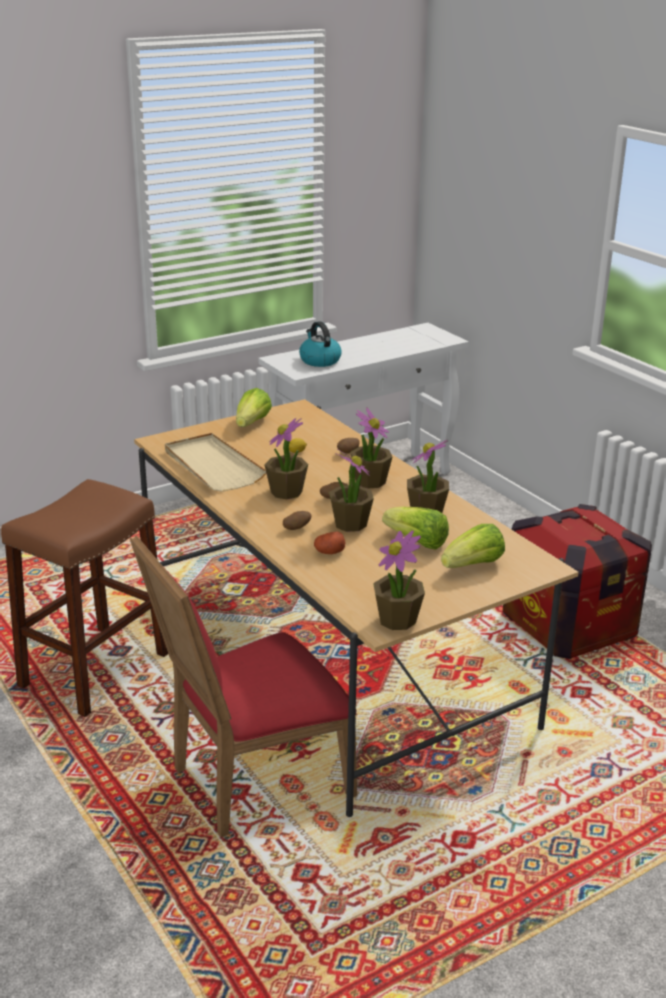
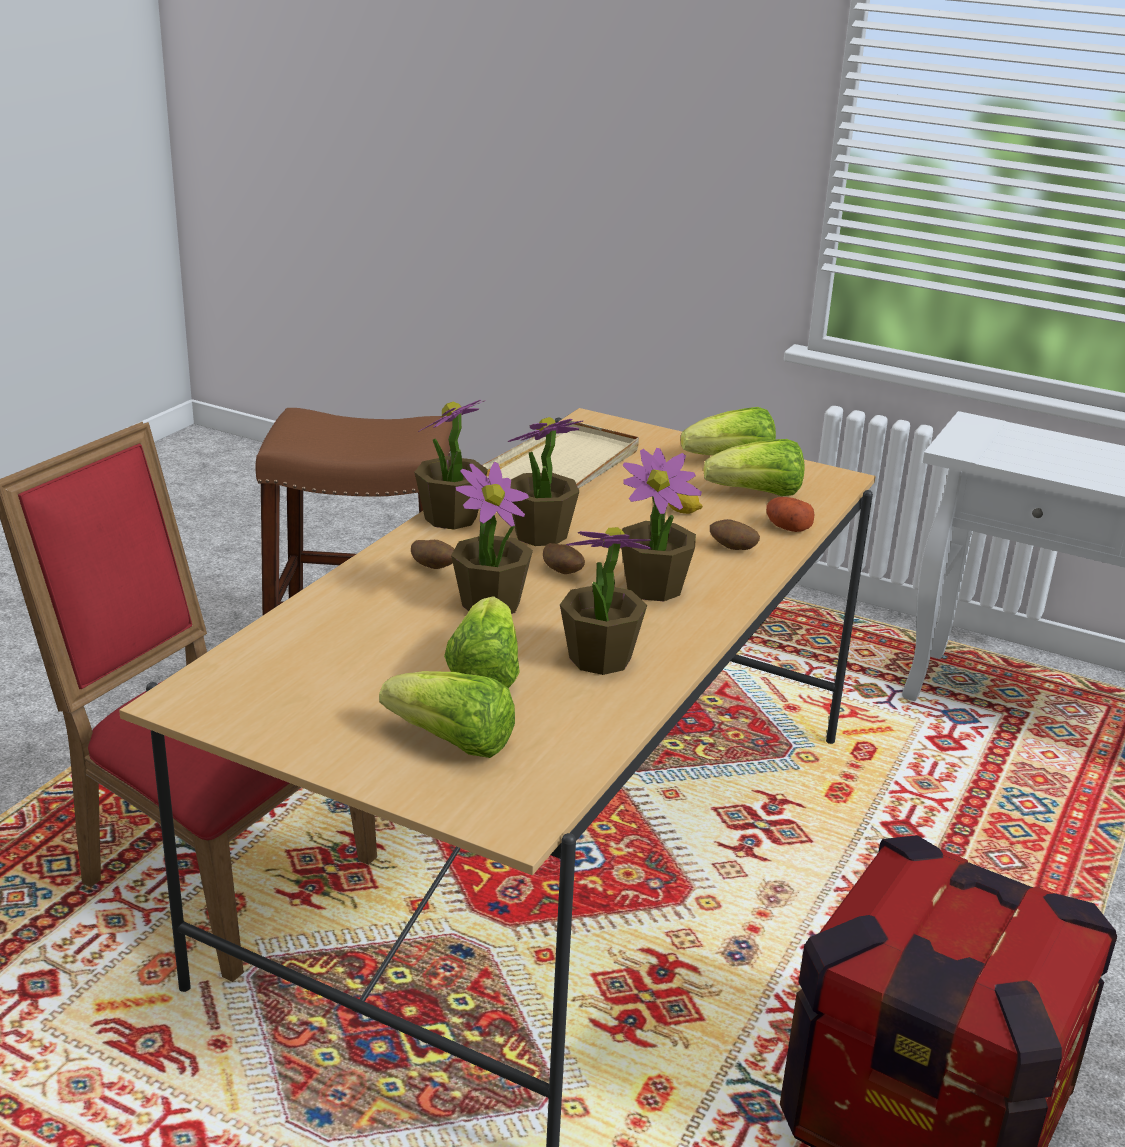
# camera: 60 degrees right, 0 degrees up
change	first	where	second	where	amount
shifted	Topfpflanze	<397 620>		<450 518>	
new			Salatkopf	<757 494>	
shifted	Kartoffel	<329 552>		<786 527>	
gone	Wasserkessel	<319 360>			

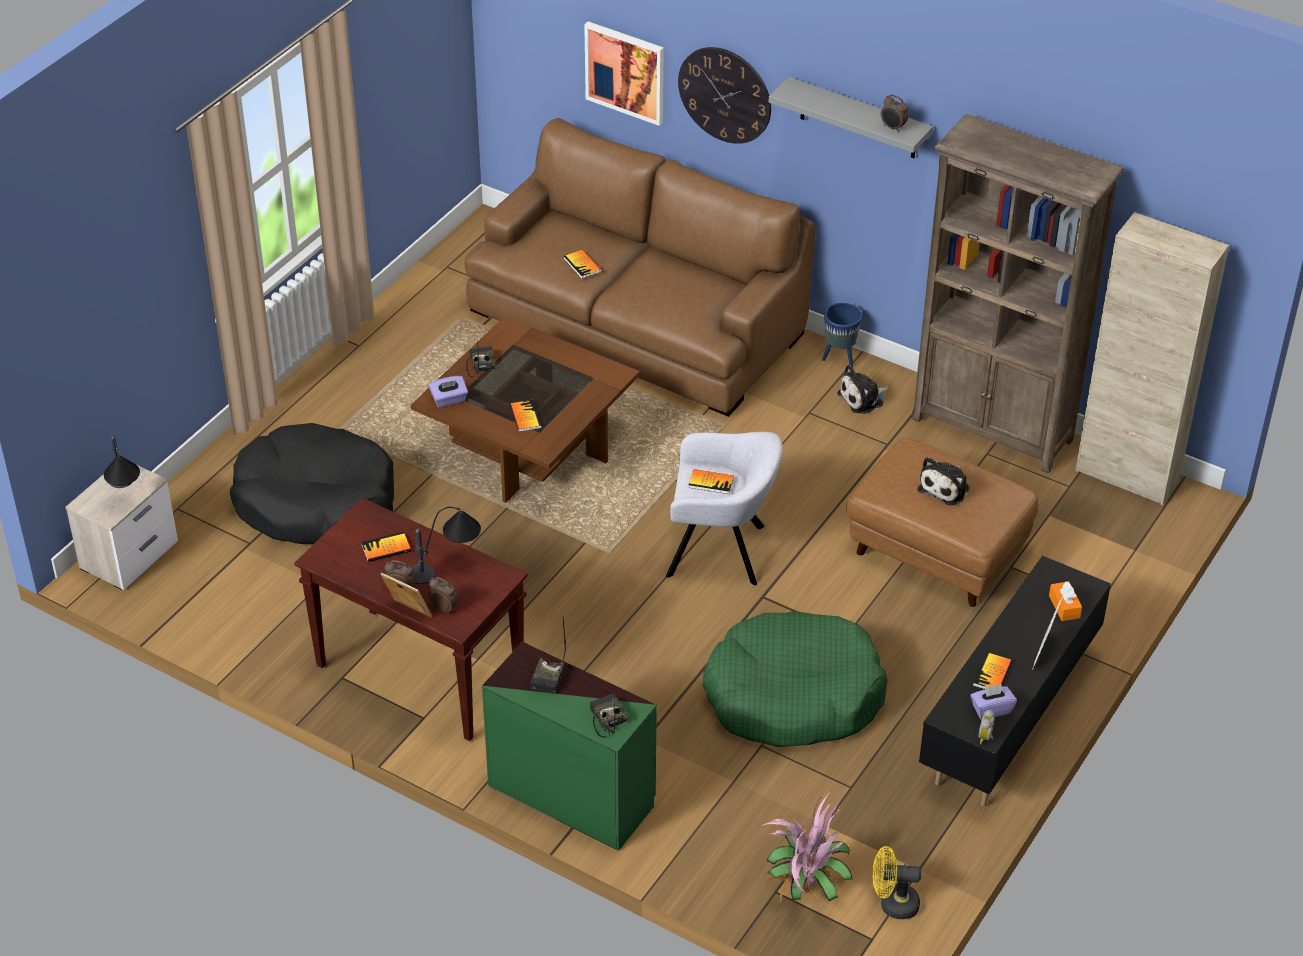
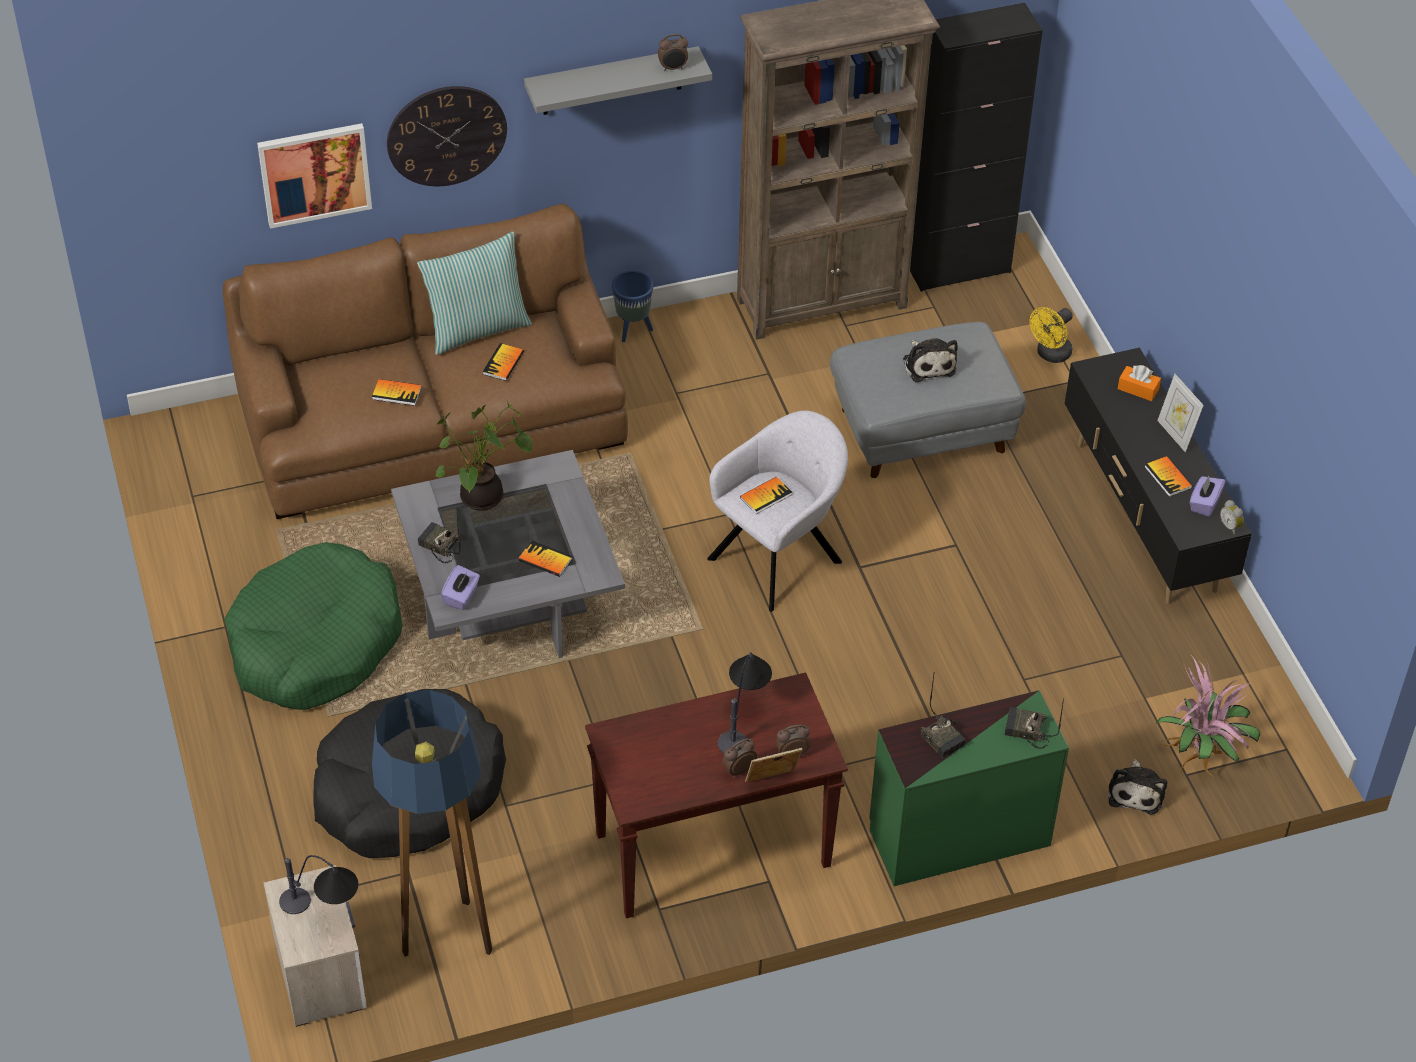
# camera: 50 degrees left, 5 degrees up
change	first	where	second	where	amount
shifted	Hundebett/grün	<793 696>		<315 643>	
new			Stehlampe	<444 939>	
repainted	Couchtisch/braun	<528 448>	Couchtisch/grau	<510 597>	
new			Kissen	<477 329>	
new			Topfpflanze	<482 500>	
shifted	Buch	<386 548>		<503 363>	
repainted	Polsterhocker/braun	<938 551>	Polsterhocker/grau	<922 429>	
repainted	Schrank/beige	<1127 476>	Schrank/schwarz	<958 268>	
shifted	Ventilator/gelb	<893 904>		<1050 355>	
shifted	Plüschtier	<863 399>		<1136 791>	

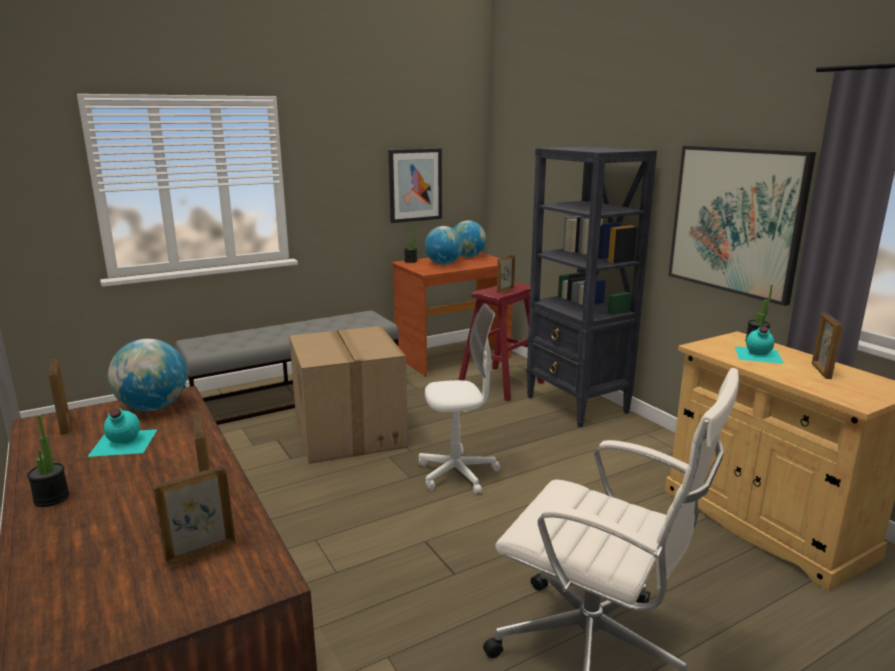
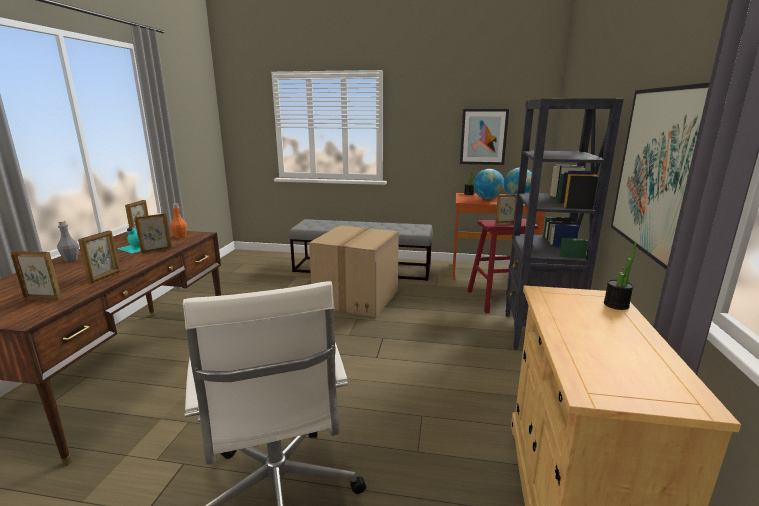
# camera: 40 degrees right, 0 degrees up
change	first	where	second	where	amount
swapped	Topfpflanze	<51 498>	Flasche/grau	<71 259>	
shifted	Bilderrahmen	<821 371>		<156 251>	
swapped	Globus	<153 407>	Flasche/orange	<180 237>	
gone	Bürostuhl/weiß	<457 474>			
gone	Flasche/türkis	<757 354>			

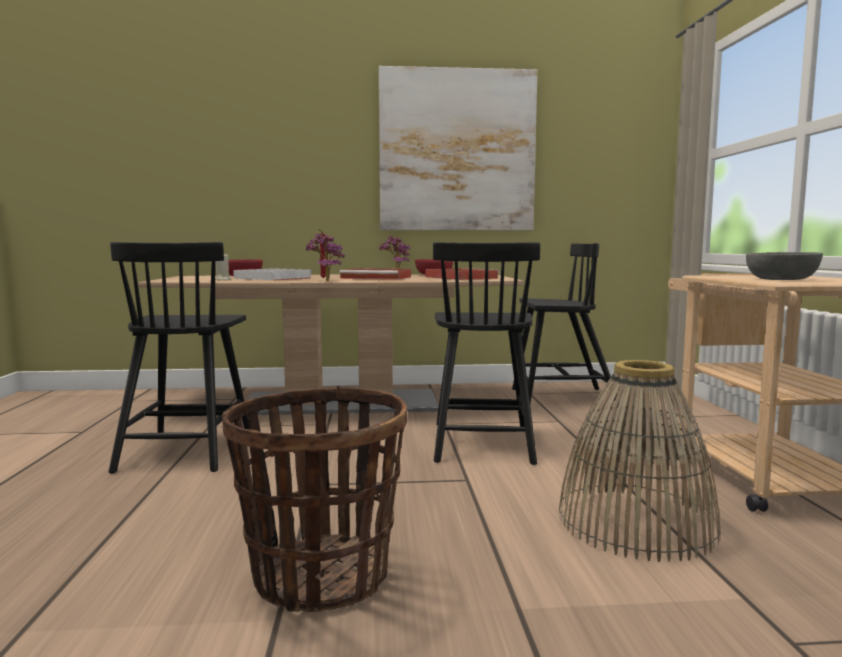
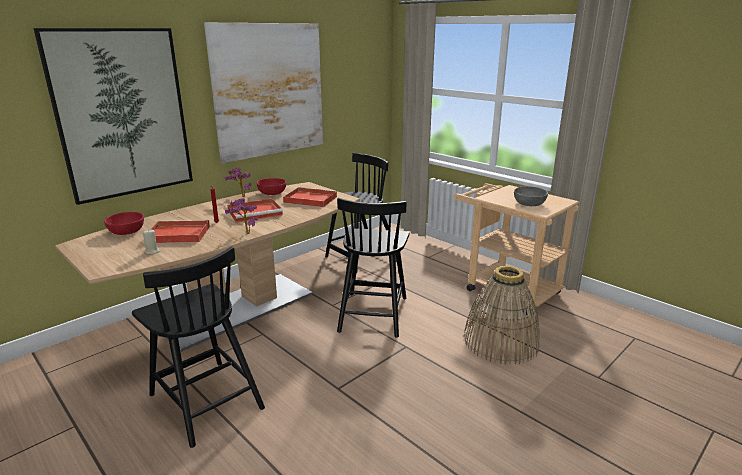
# camera: 40 degrees left, 15 degrees up
change	first	where	second	where	amount
new			Bild	<122 114>	
repainted	Tablett/weiß	<271 278>	Tablett/rot	<177 234>	
rotated	Stuhl/schwarz	<482 442>		<373 313>	45 degrees clockwise
gone	Korb	<320 576>			

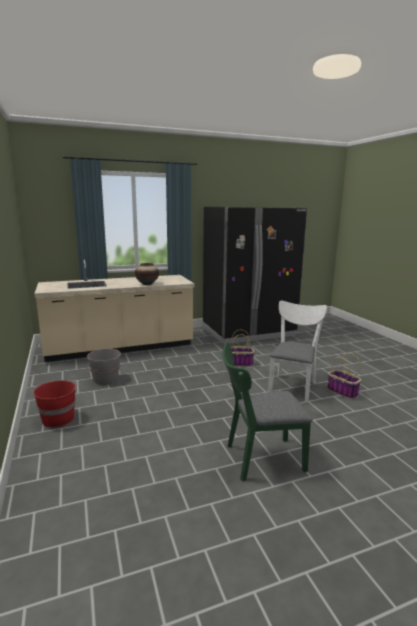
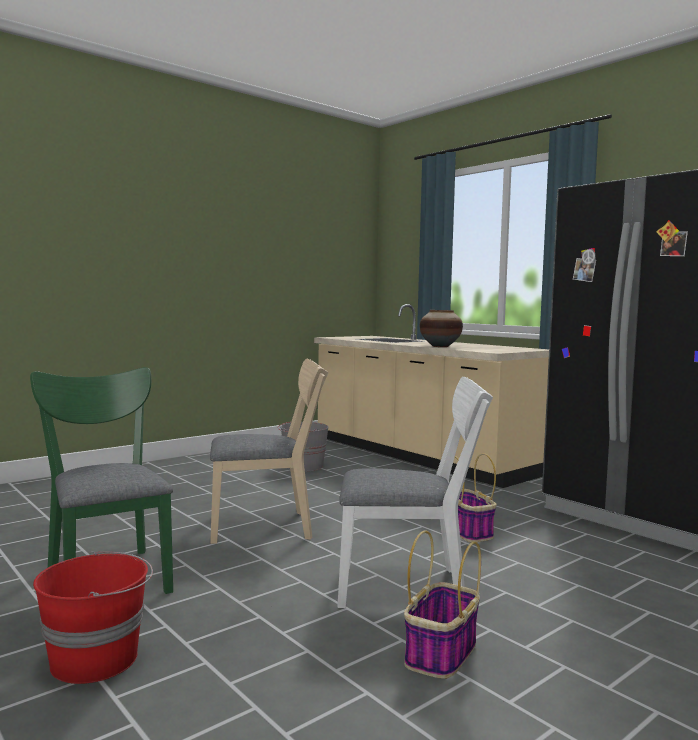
# camera: 70 degrees right, 10 degrees down
change	first	where	second	where	amount
shifted	Eimer/rot	<58 418>		<96 659>	
new			Stuhl/beige	<269 526>	

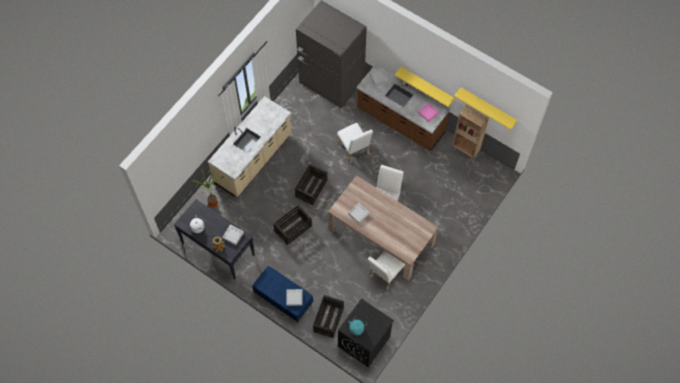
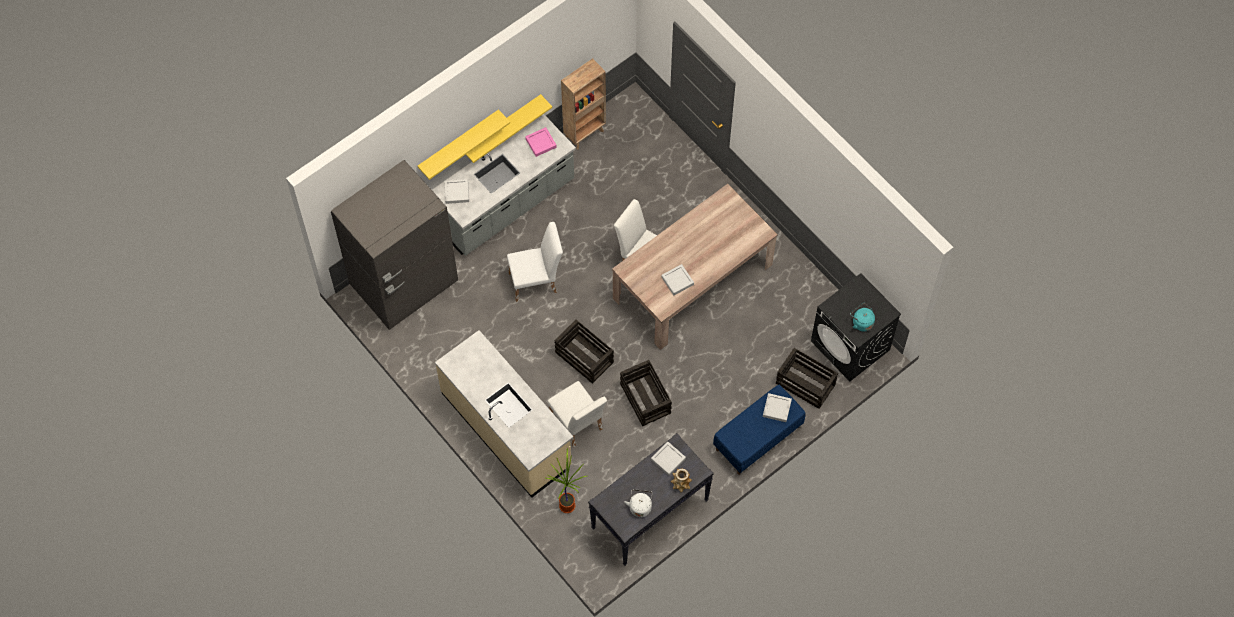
# camera: 75 degrees left, 0 degrees up
change	first	where	second	where	amount
shifted	Wandregal/gelb	<488 106>		<458 142>	
repainted	Küchenzeile/braun	<400 121>	Küchenzeile/grau	<506 205>	
shifted	Stuhl/weiß	<385 275>		<578 425>	

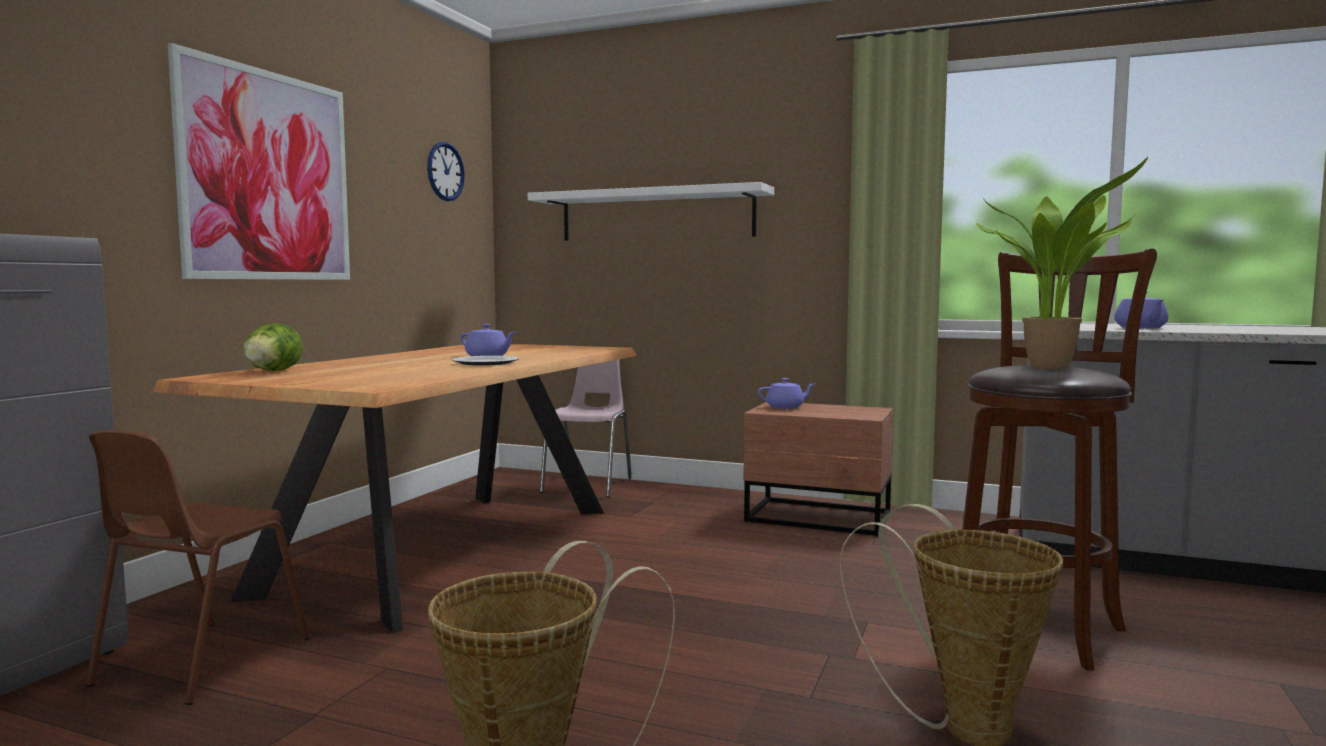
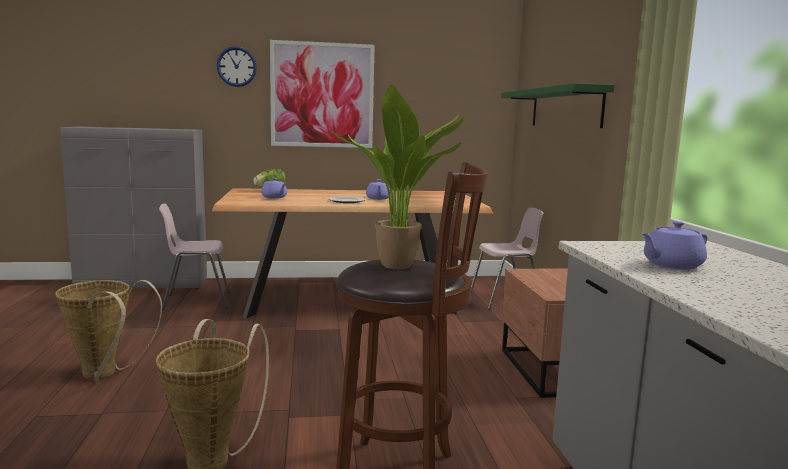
# camera: 60 degrees right, 5 degrees up
change	first	where	second	where	amount
repainted	Stuhl/braun	<200 662>	Stuhl/rosa	<196 301>	
shifted	Wanduhr	<445 171>		<236 66>	
shifted	Teekanne/lila	<786 407>		<274 197>	
repainted	Wandregal/weiß	<656 215>	Wandregal/grün	<565 108>	

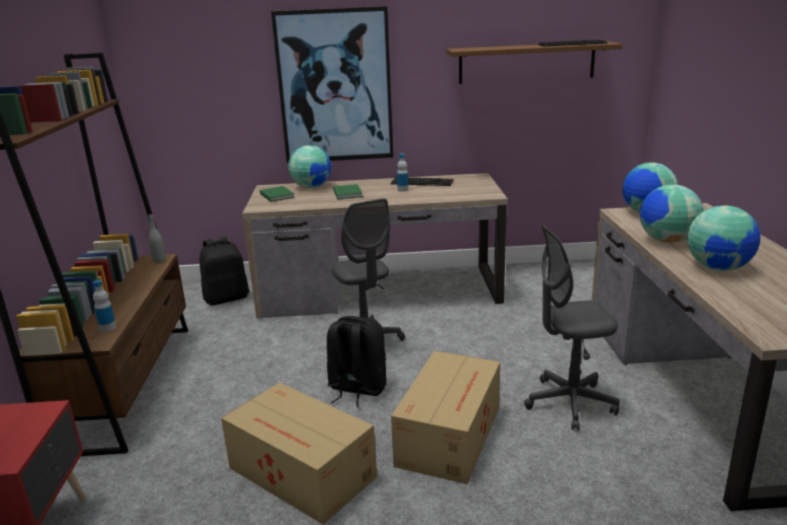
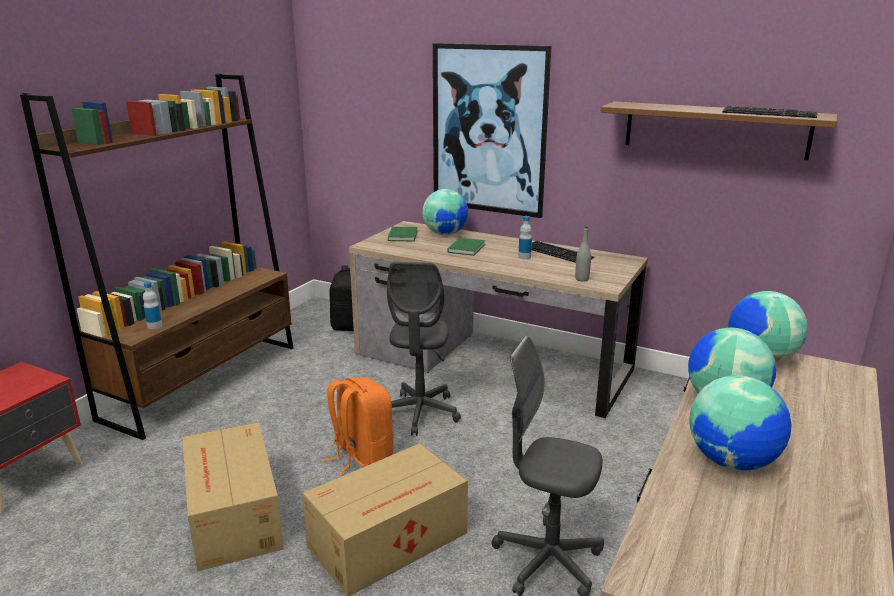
# camera: 30 degrees right, 0 degrees up
change	first	where	second	where	amount
repainted	Rucksack/schwarz	<356 389>	Rucksack/orange	<361 456>	
shifted	Flasche/grau	<159 260>		<582 279>	

